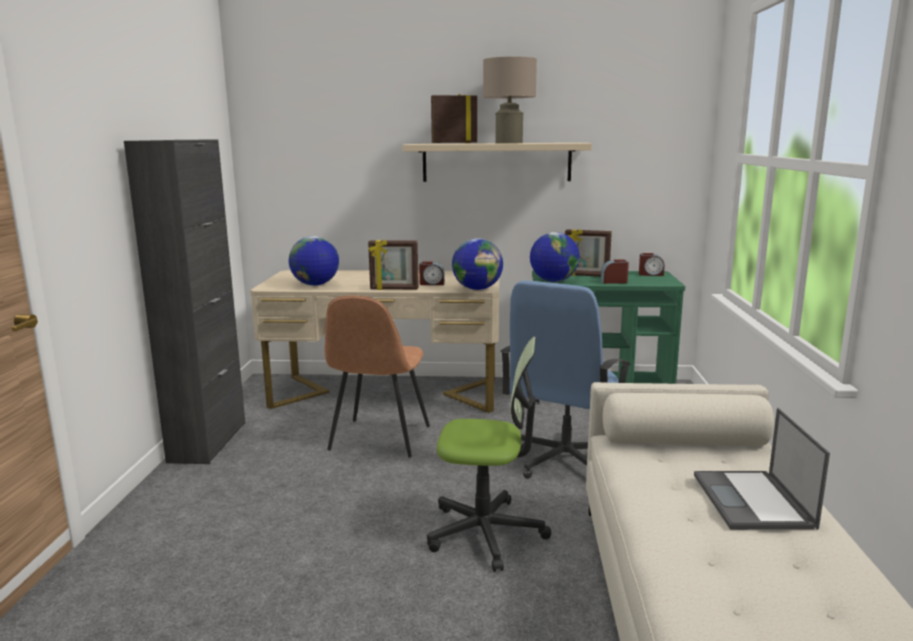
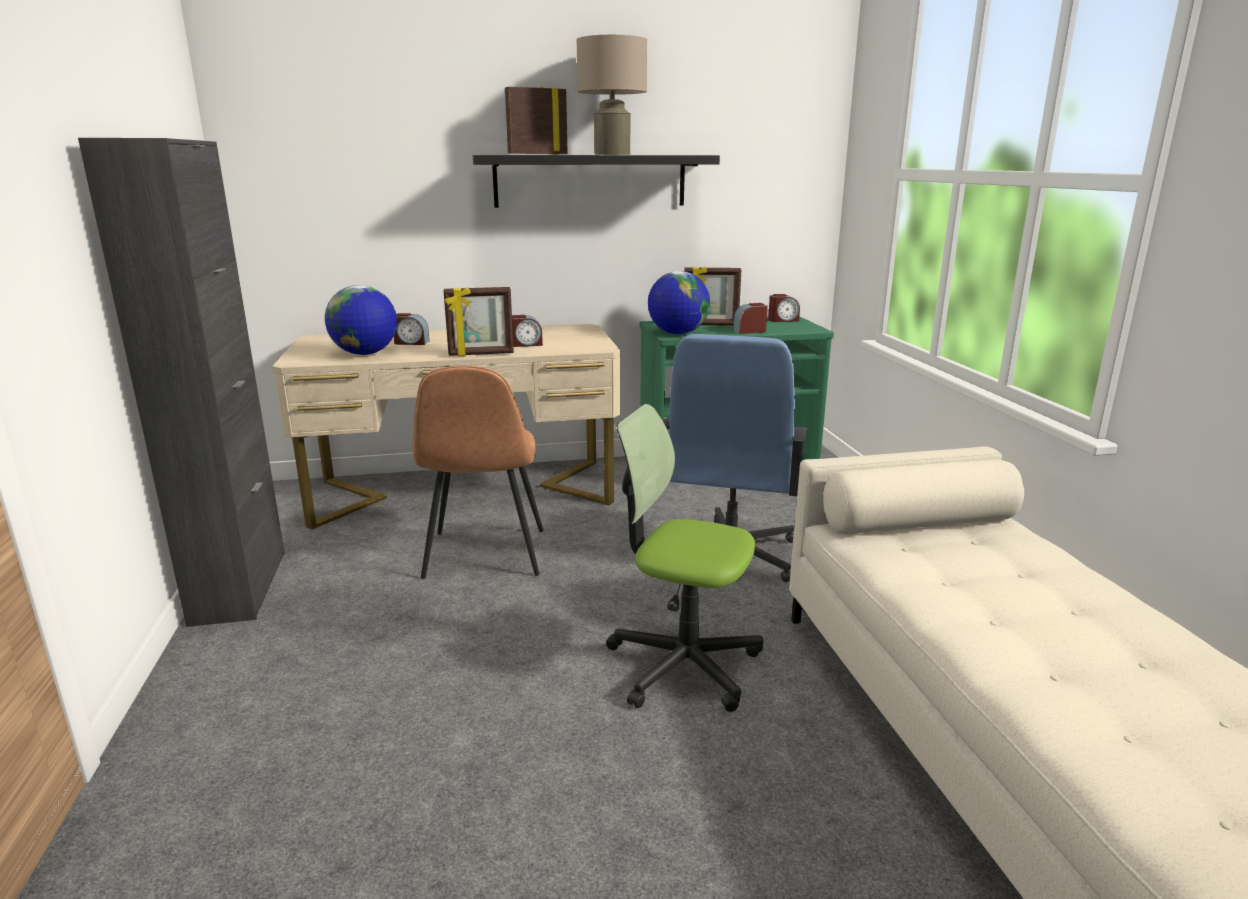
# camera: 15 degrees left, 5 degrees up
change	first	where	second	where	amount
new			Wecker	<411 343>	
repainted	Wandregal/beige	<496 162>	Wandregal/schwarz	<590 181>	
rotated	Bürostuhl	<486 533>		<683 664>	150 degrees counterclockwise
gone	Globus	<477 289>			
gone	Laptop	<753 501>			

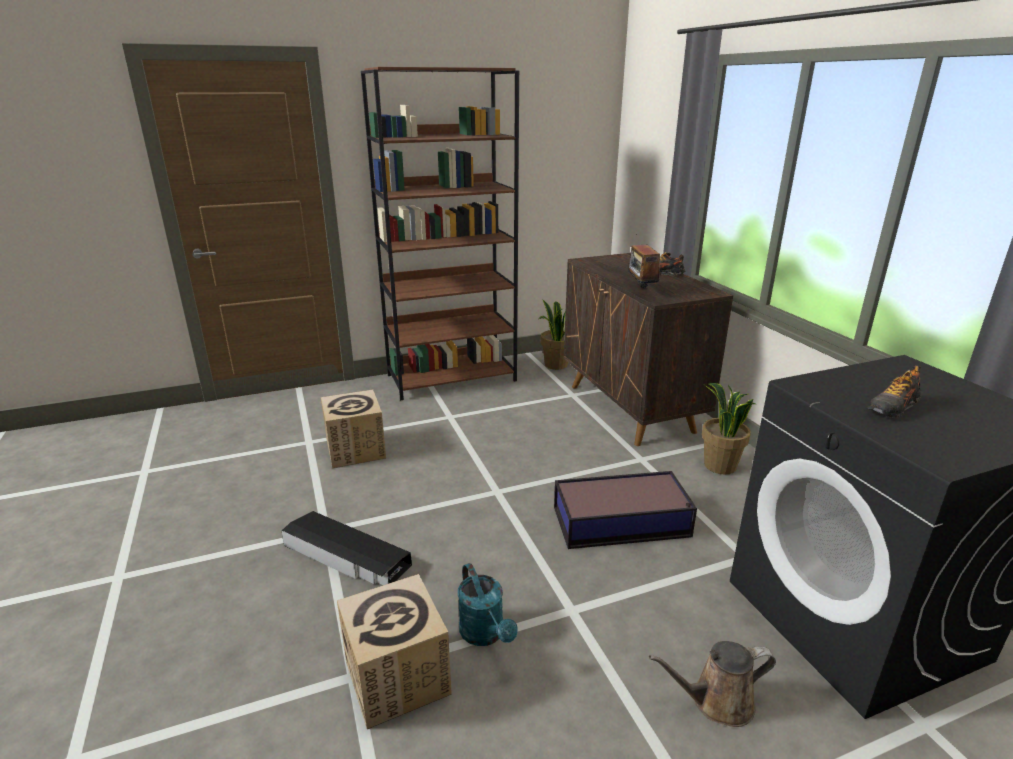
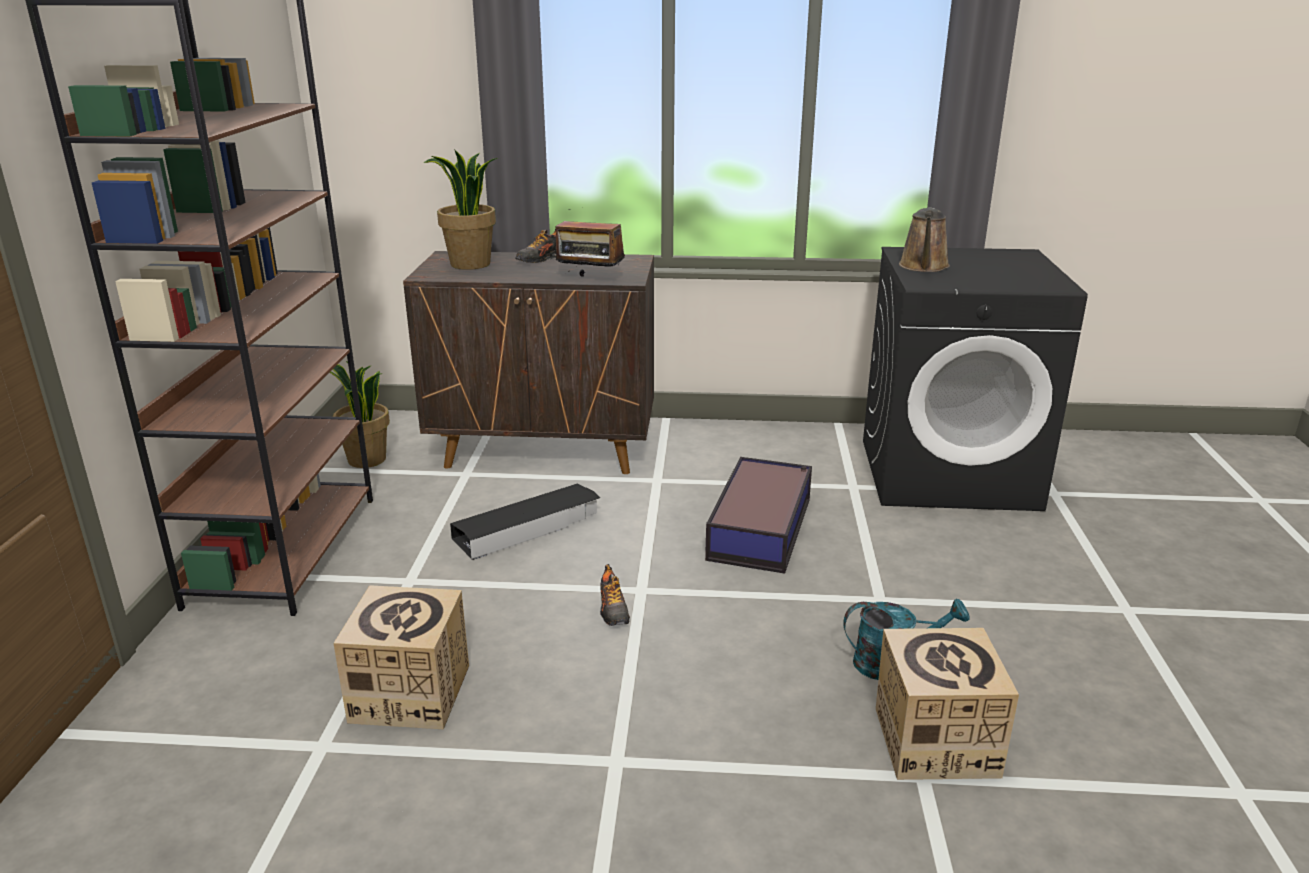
# camera: 65 degrees left, 0 degrees up
change	first	where	second	where	amount
shifted	Topfpflanze	<719 466>		<470 264>	
shifted	Aufbewahrungsbox/schwarz	<347 556>		<528 528>	
shifted	Schuh	<893 408>		<613 609>	
shifted	Gießkanne/braun	<716 701>		<924 267>	

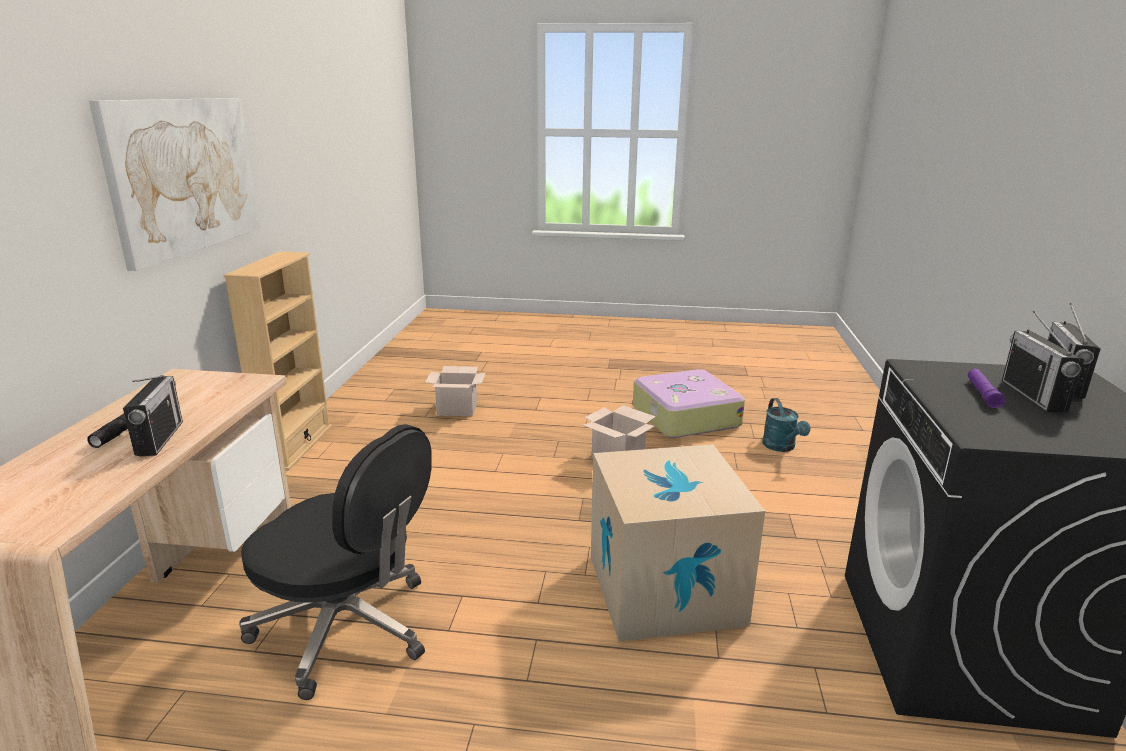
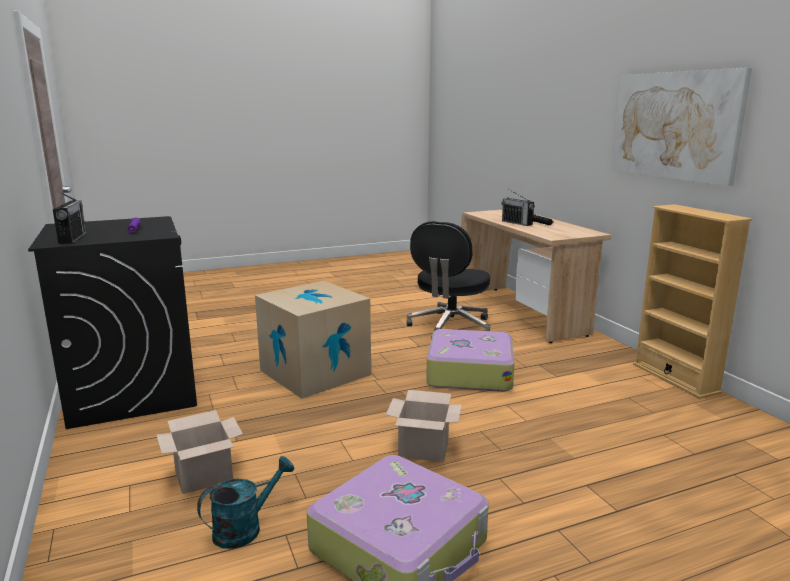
# camera: 150 degrees right, 5 degrees down
change	first	where	second	where	amount
shifted	Karton	<458 409>		<202 477>	
rotated	Gießkanne/türkis	<781 447>		<245 528>	90 degrees clockwise
rotated	Bürostuhl/schwarz	<347 629>		<450 327>	60 degrees counterclockwise
new			Koffer	<469 372>	
gone	Radio	<1033 396>			

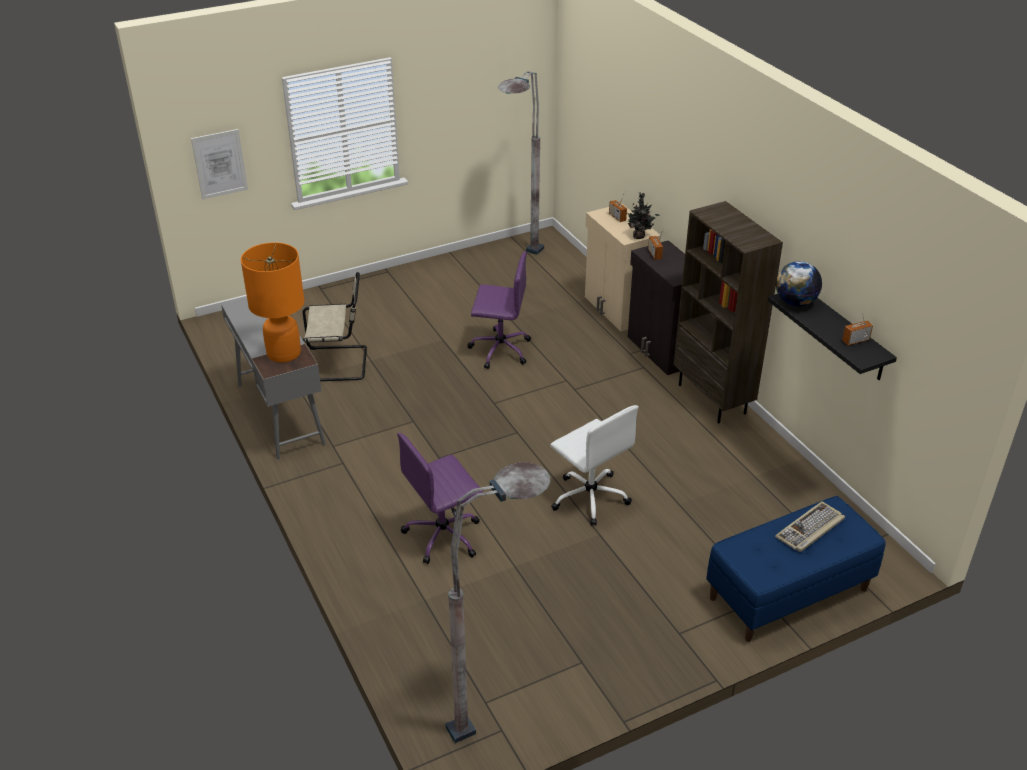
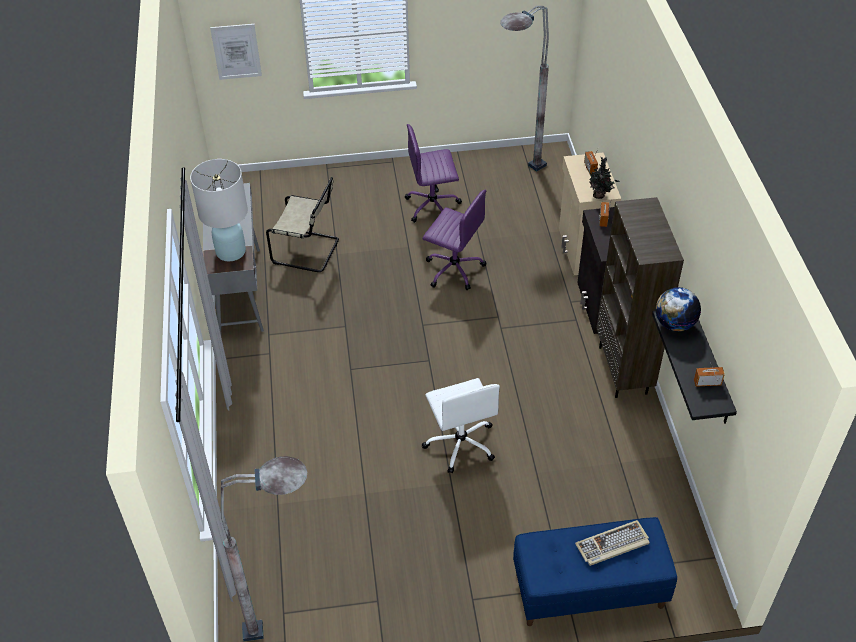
# camera: 20 degrees right, 10 degrees up
change	first	where	second	where	amount
repainted	Tischlampe/orange	<283 353>	Tischlampe/weiß	<230 251>	
shifted	Bürostuhl/lila	<444 535>		<433 206>	

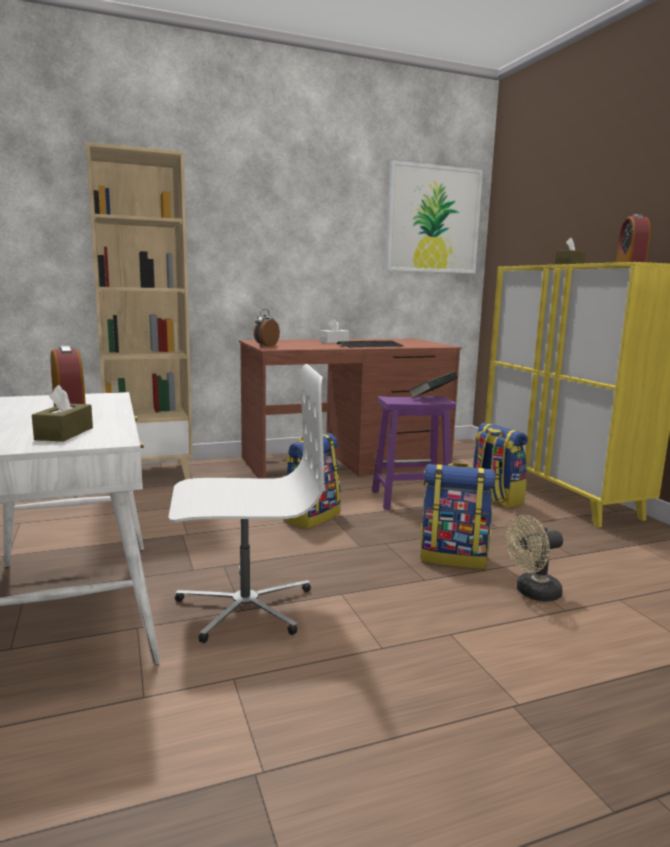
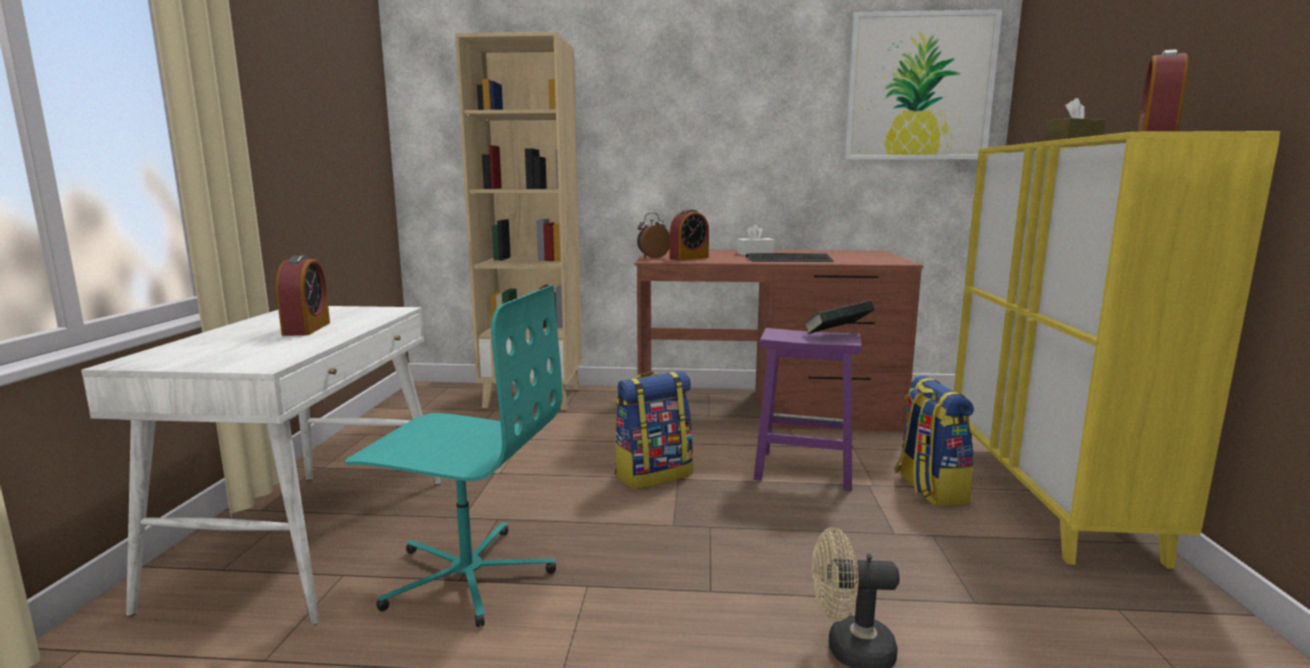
# camera: 25 degrees right, 0 degrees up
change	first	where	second	where	amount
repainted	Bürostuhl/weiß	<244 606>	Bürostuhl/türkis	<467 575>	
new			Wecker	<689 258>	
gone	Taschentuchbox/braun	<64 433>			
gone	Rucksack	<454 557>			

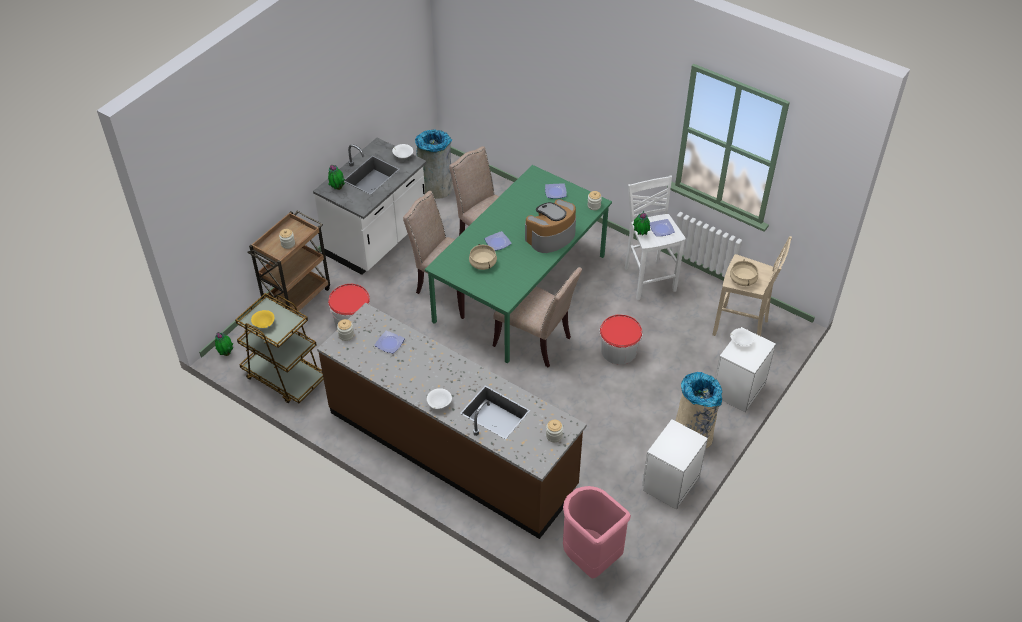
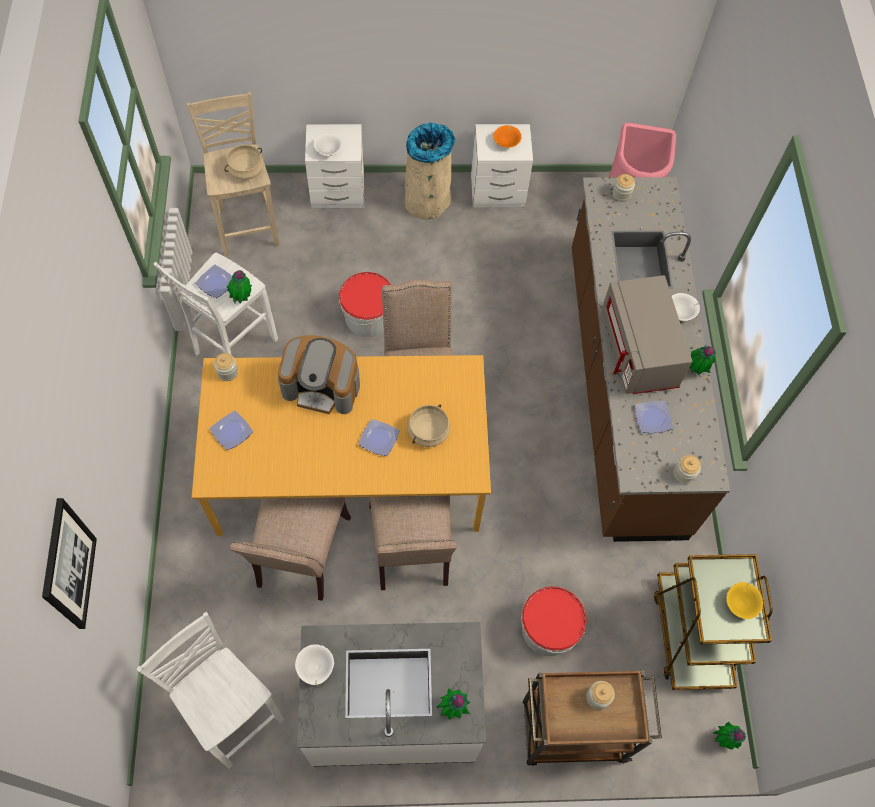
# camera: 130 degrees left, 15 degrees up
change	first	where	second	where	amount
new			Bild	<68 565>	
swapped	Mülleimer/grau	<436 188>	Hocker/weiß	<233 712>	
repainted	Esstisch/grün	<519 287>	Esstisch/orange	<348 472>	
new			Schüssel/orange	<506 142>	
new			Mikrowelle/grau	<639 350>	
new			Topfpflanze	<694 371>	

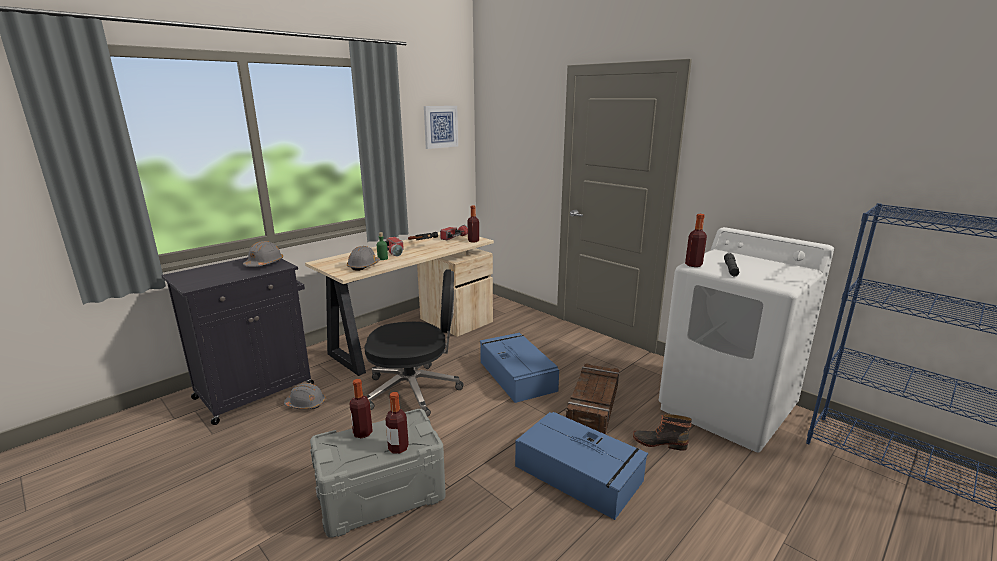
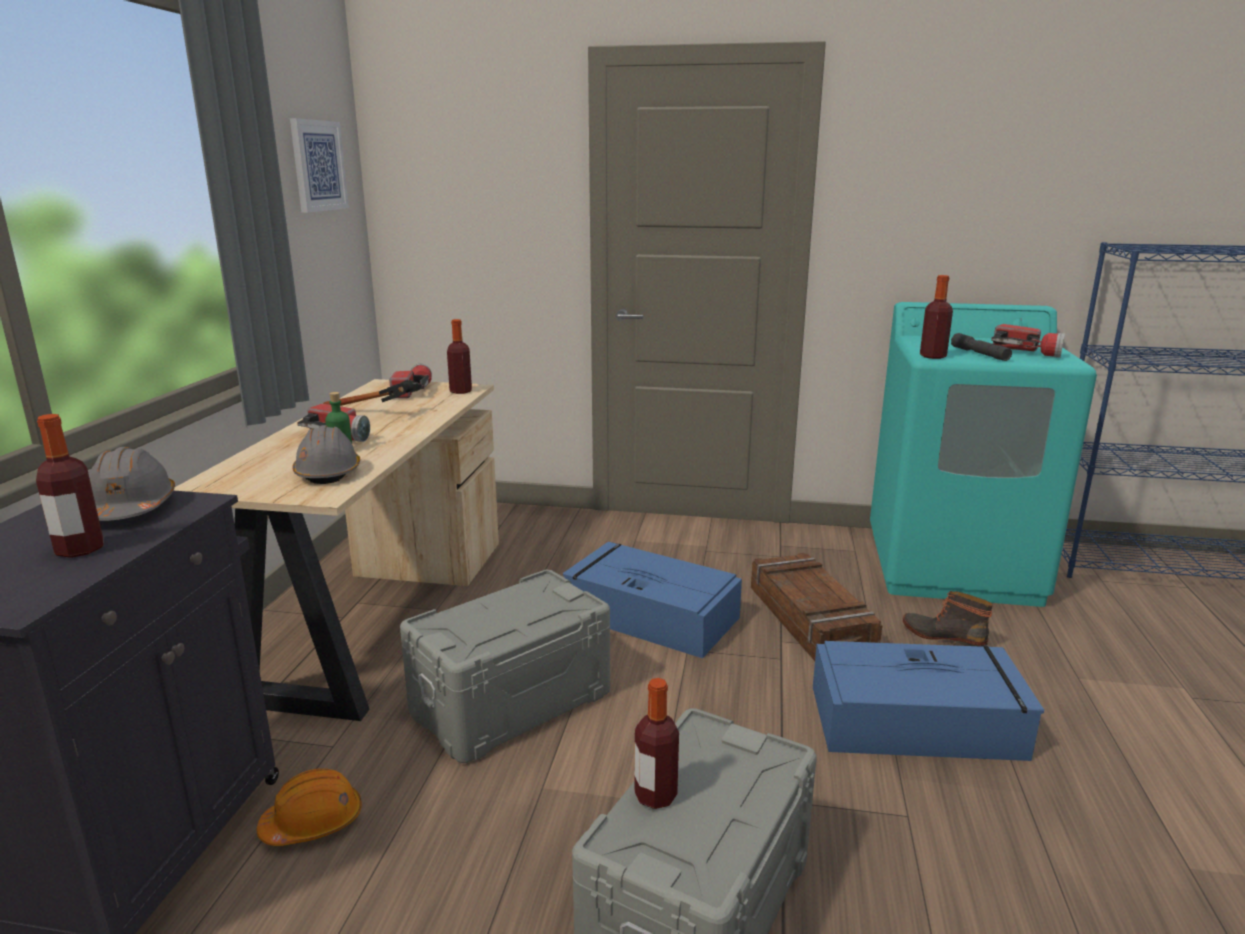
# camera: 35 degrees left, 0 degrees up
change	first	where	second	where	amount
shifted	Flasche	<398 448>		<80 549>	
repainted	Schutzhelm/grau	<306 404>	Schutzhelm/orange	<313 823>	
swapped	Bürostuhl/schwarz	<414 390>	Aufbewahrungsbox/grau	<512 703>	
repainted	Waschmaschine/weiß	<727 409>	Waschmaschine/türkis	<953 566>	
rotated	Stiefel	<659 442>		<944 637>	60 degrees clockwise
new			Taschenlampe	<1026 352>	

